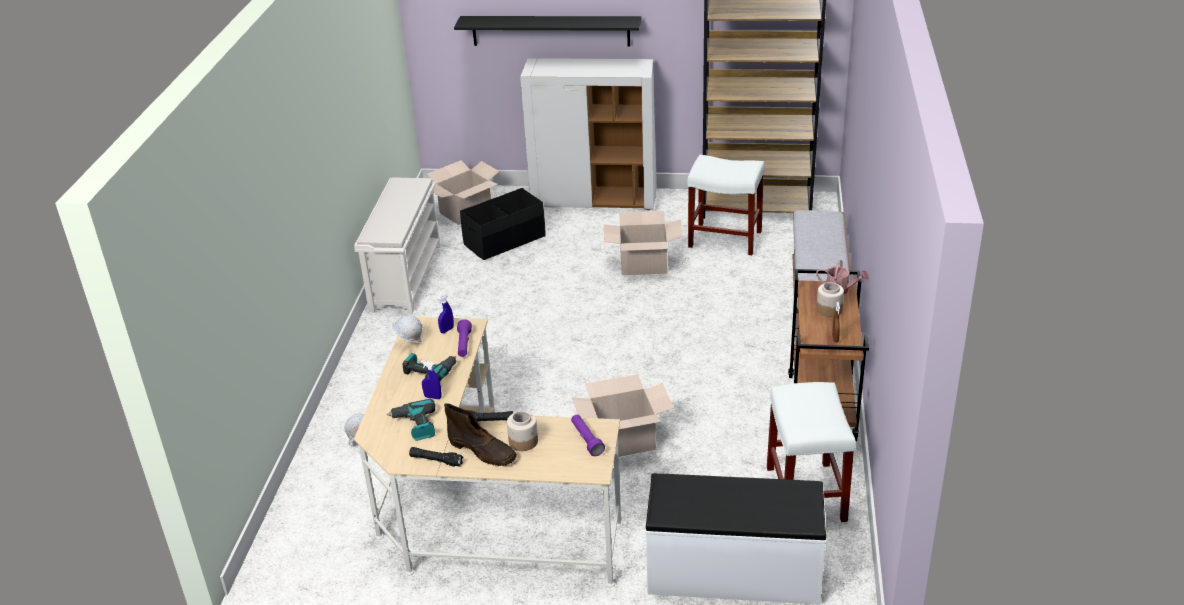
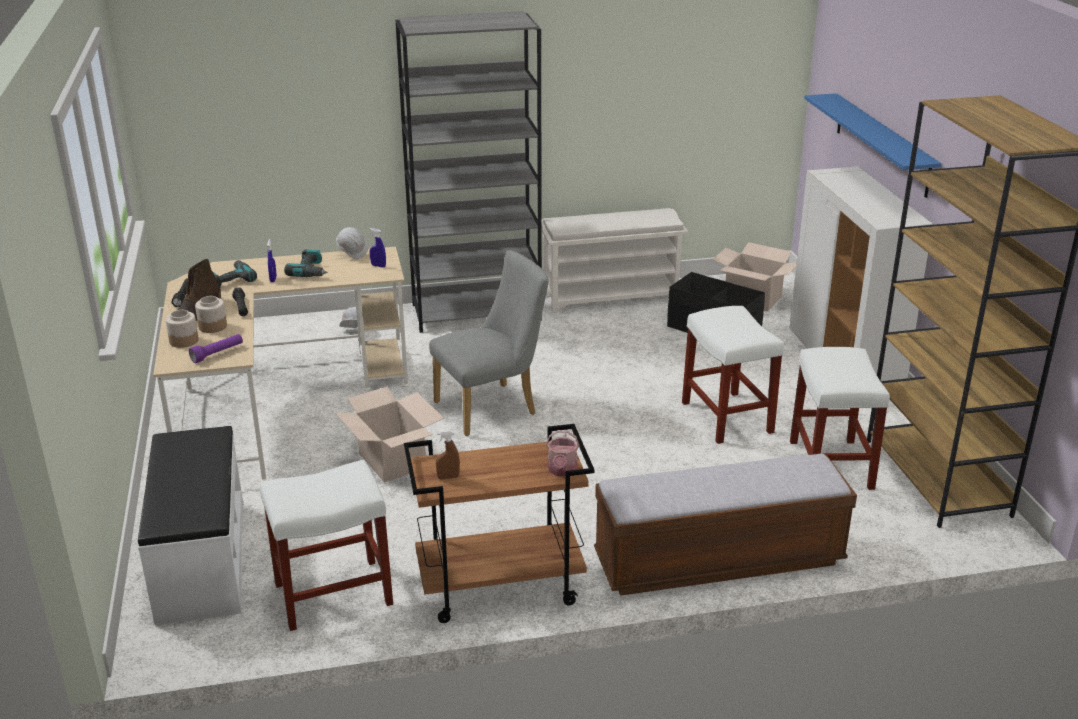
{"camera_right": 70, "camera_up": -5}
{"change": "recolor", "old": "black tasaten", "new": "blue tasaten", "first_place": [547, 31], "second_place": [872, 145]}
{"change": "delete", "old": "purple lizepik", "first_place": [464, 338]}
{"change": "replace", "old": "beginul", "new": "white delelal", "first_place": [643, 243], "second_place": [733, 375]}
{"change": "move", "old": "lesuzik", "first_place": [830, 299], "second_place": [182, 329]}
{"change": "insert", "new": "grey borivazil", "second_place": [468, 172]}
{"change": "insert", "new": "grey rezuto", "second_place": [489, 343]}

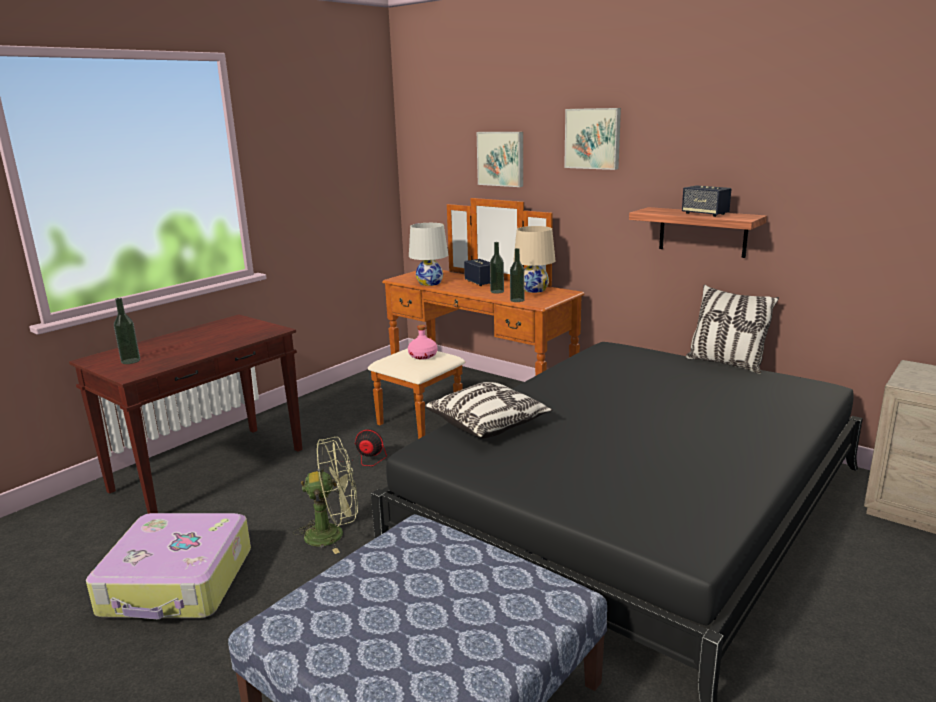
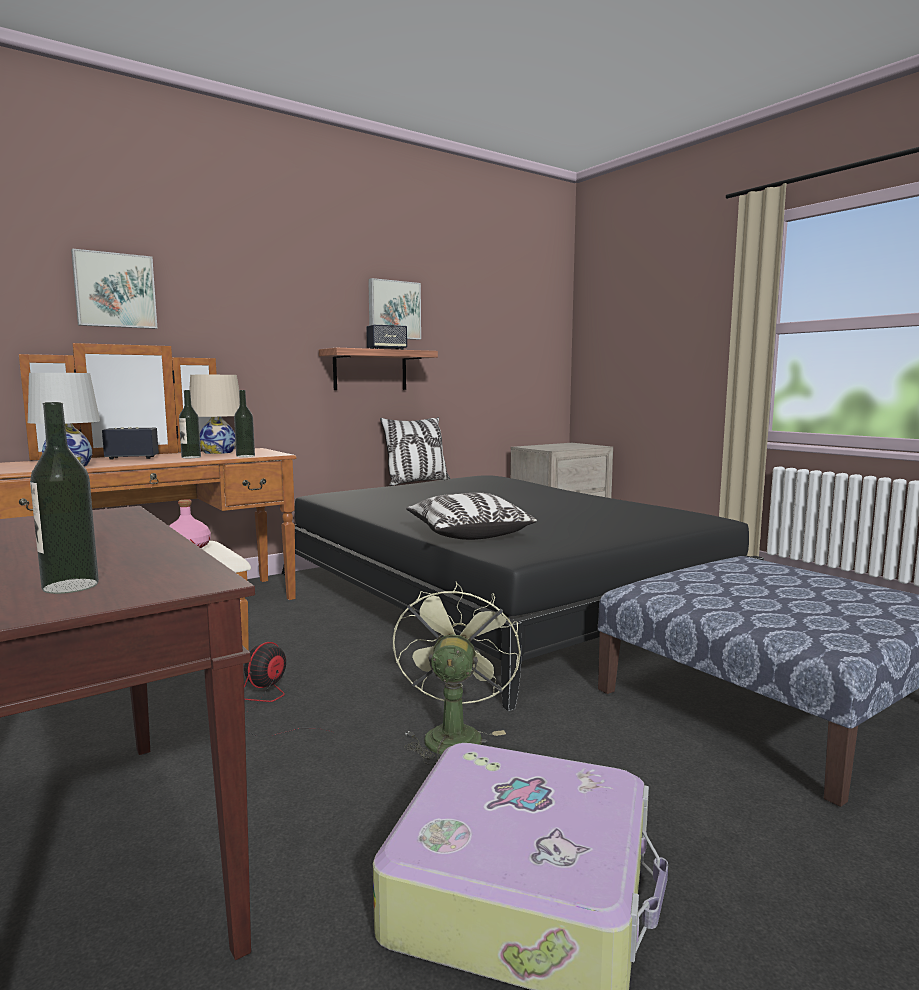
{"camera_right": -75, "camera_up": -10}
{"change": "move", "old": "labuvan", "first_place": [592, 139], "second_place": [394, 309]}

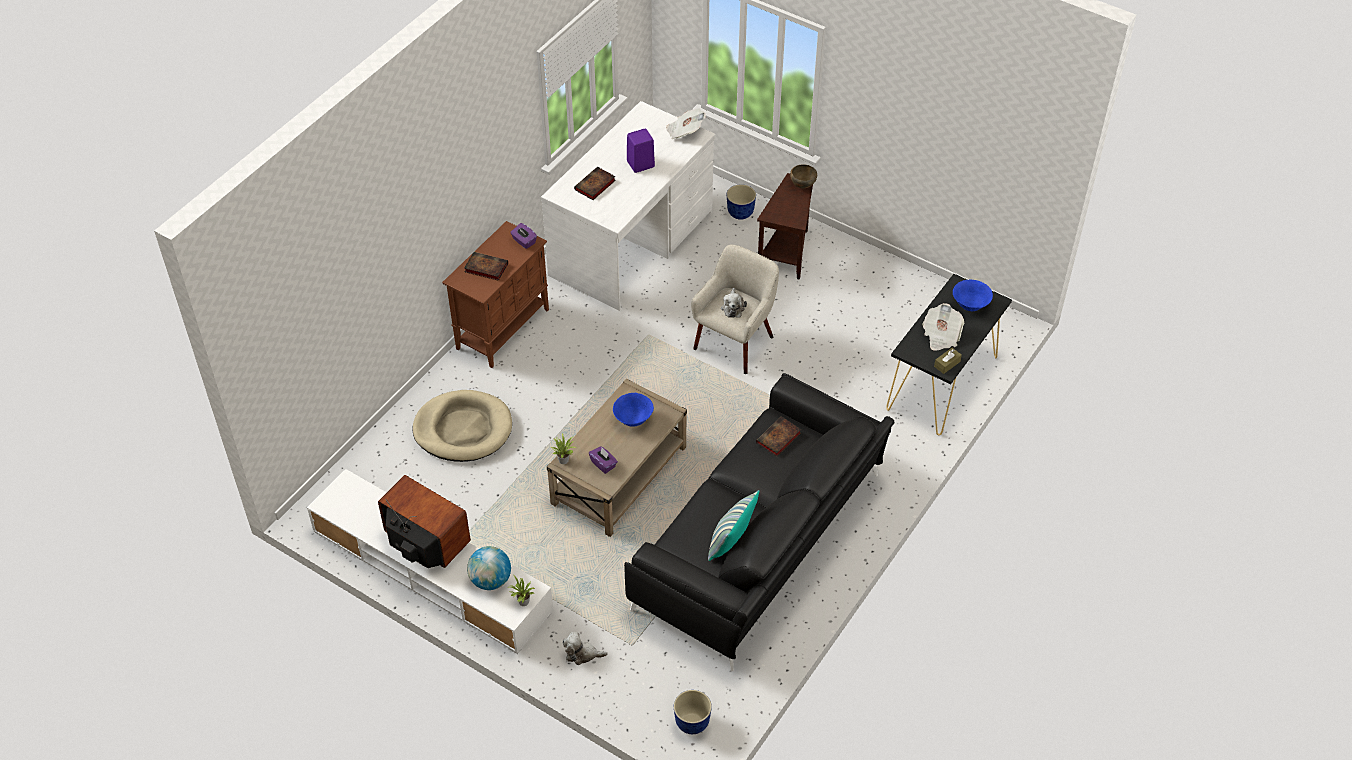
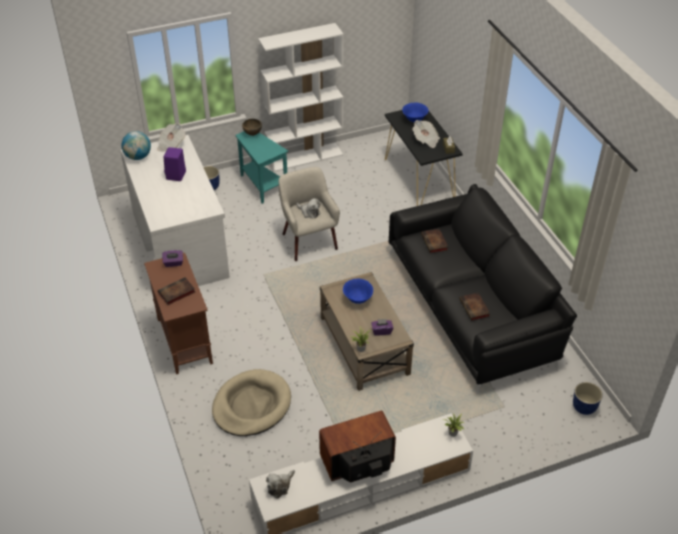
{"camera_right": -55, "camera_up": -5}
{"change": "move", "old": "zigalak", "first_place": [489, 568], "second_place": [136, 145]}
{"change": "move", "old": "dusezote", "first_place": [585, 648], "second_place": [280, 484]}
{"change": "move", "old": "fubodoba", "first_place": [595, 183], "second_place": [474, 307]}
{"change": "delete", "old": "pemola", "first_place": [733, 525]}
{"change": "recolor", "old": "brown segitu", "new": "turquoise segitu", "first_place": [785, 226], "second_place": [262, 167]}
{"change": "insert", "new": "white borivazil", "second_place": [301, 97]}

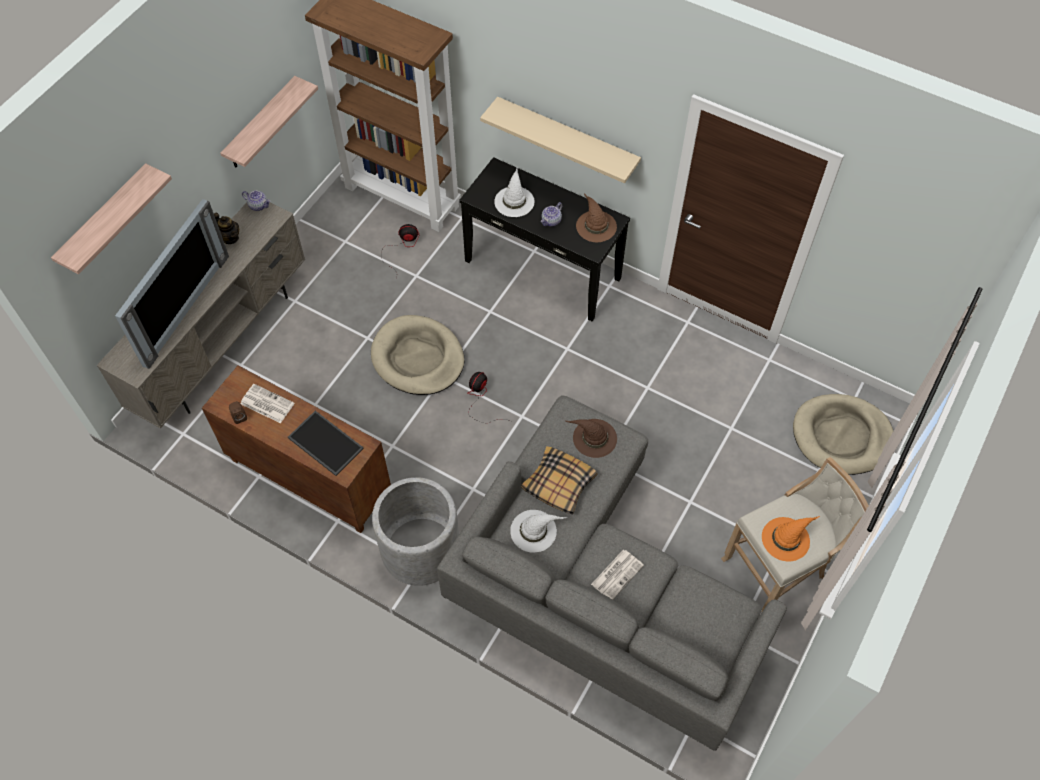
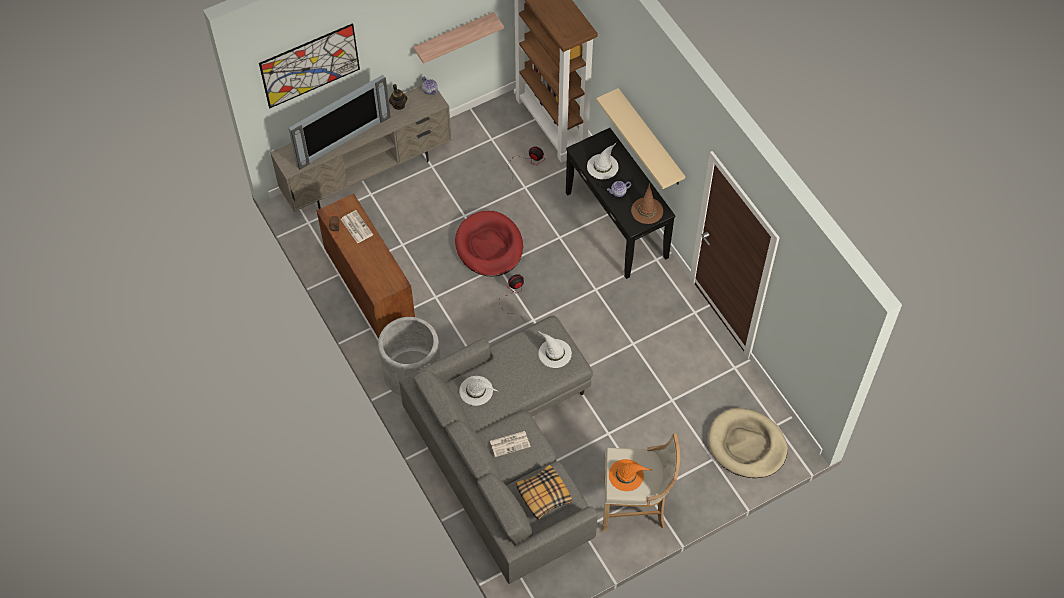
{"camera_right": 30, "camera_up": 0}
{"change": "replace", "old": "tasaten", "new": "labuvan", "first_place": [111, 218], "second_place": [309, 66]}
{"change": "delete", "old": "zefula", "first_place": [326, 443]}
{"change": "recolor", "old": "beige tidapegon", "new": "red tidapegon", "first_place": [417, 355], "second_place": [489, 244]}
{"change": "move", "old": "pemola", "first_place": [559, 480], "second_place": [544, 492]}
{"change": "recolor", "old": "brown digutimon", "new": "white digutimon", "first_place": [590, 438], "second_place": [555, 349]}

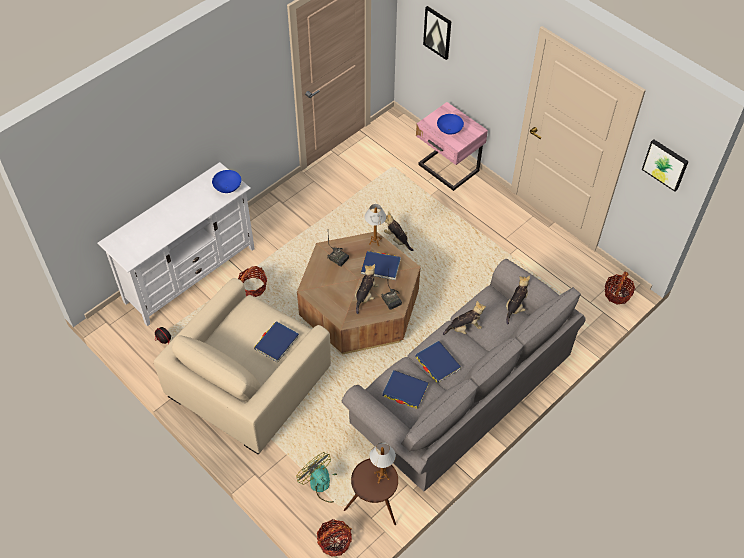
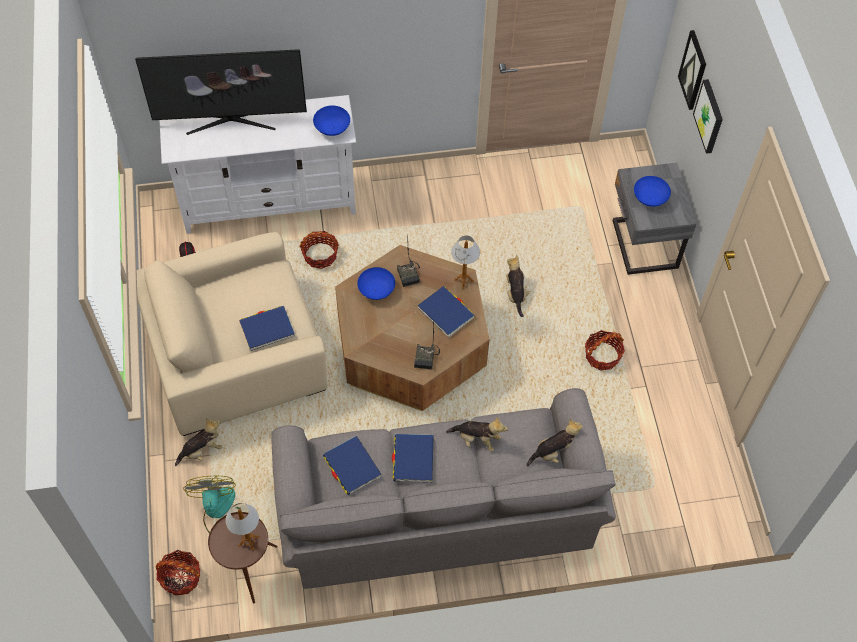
{"camera_right": 35, "camera_up": 5}
{"change": "move", "old": "dusezote", "first_place": [367, 289], "second_place": [198, 442]}
{"change": "recolor", "old": "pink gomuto", "new": "grey gomuto", "first_place": [452, 146], "second_place": [655, 219]}
{"change": "move", "old": "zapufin", "first_place": [620, 288], "second_place": [605, 350]}
{"change": "move", "old": "labuvan", "first_place": [665, 165], "second_place": [708, 116]}
{"change": "insert", "new": "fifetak", "second_place": [221, 92]}
{"change": "insert", "new": "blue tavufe", "second_place": [376, 283]}

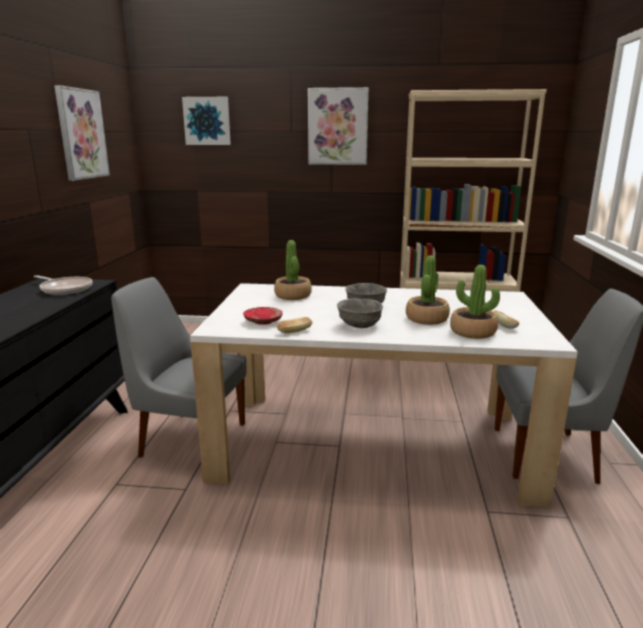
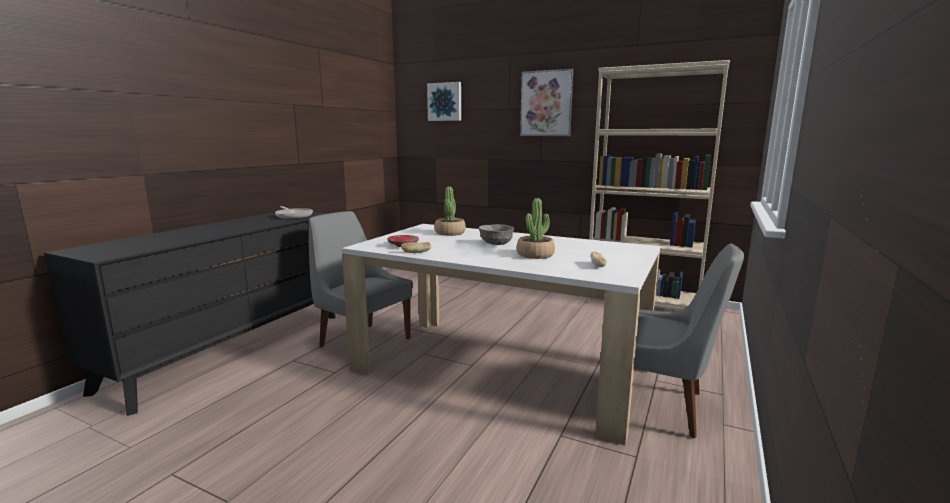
{"camera_right": 20, "camera_up": -5}
{"change": "delete", "old": "labuvan", "first_place": [82, 133]}
{"change": "delete", "old": "grey tavufe", "first_place": [360, 313]}
{"change": "delete", "old": "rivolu", "first_place": [475, 302]}

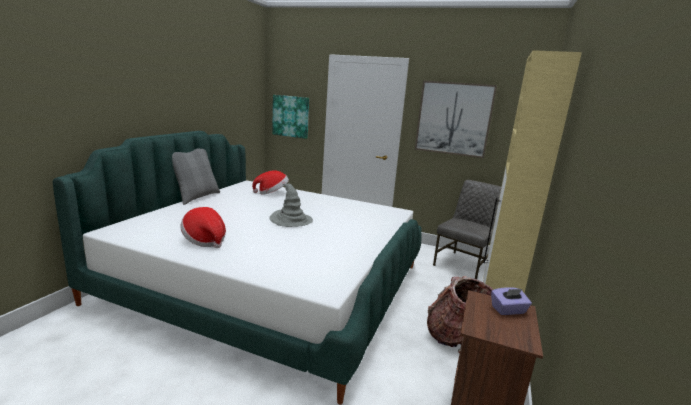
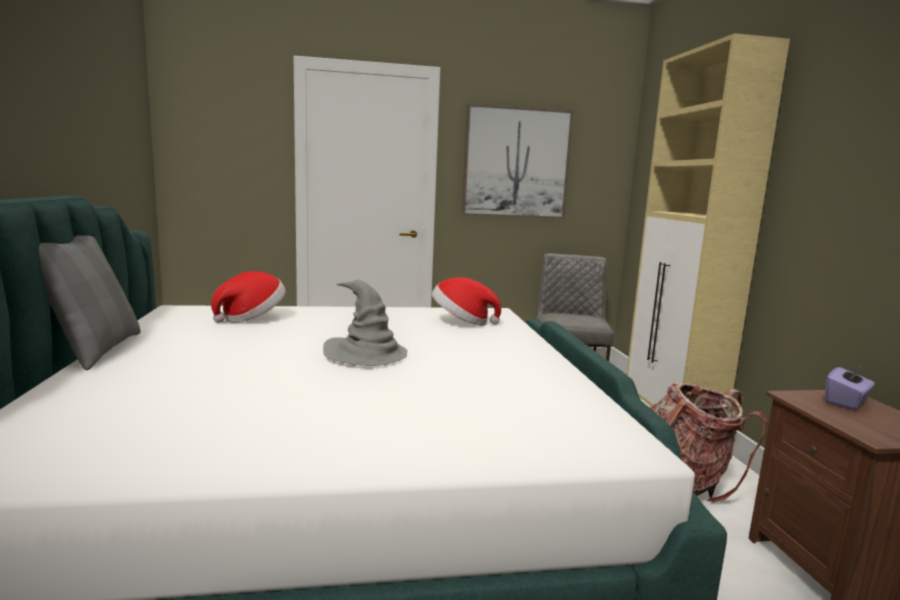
{"camera_right": -30, "camera_up": -5}
{"change": "move", "old": "digutimon", "first_place": [203, 227], "second_place": [466, 301]}
{"change": "delete", "old": "labuvan", "first_place": [290, 117]}

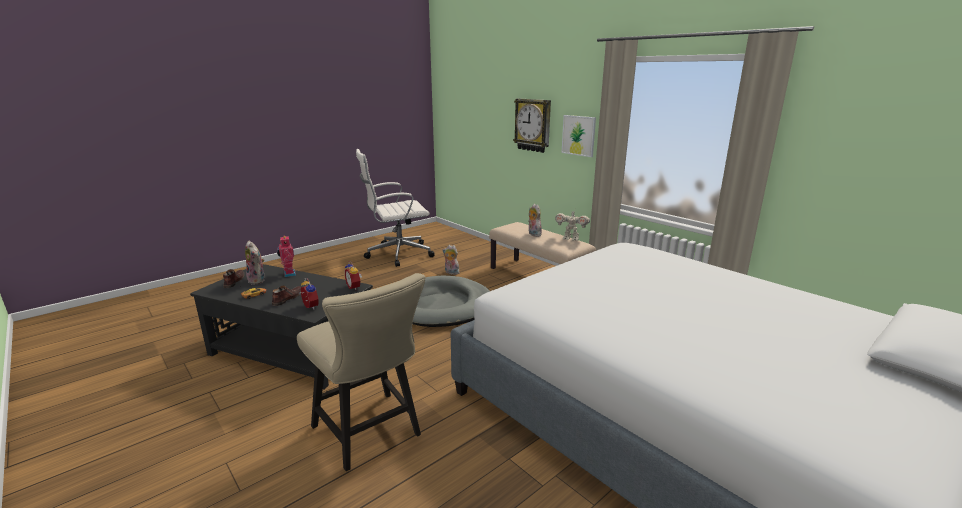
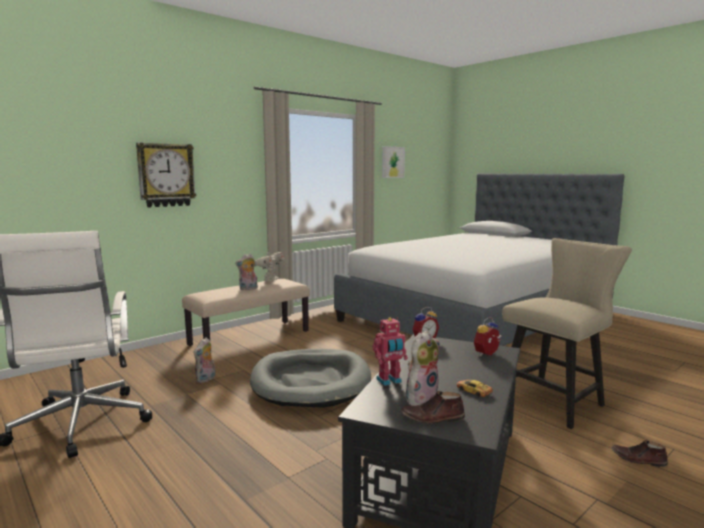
{"camera_right": -90, "camera_up": -10}
{"change": "move", "old": "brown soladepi", "first_place": [286, 295], "second_place": [640, 453]}
{"change": "move", "old": "labuvan", "first_place": [578, 136], "second_place": [393, 162]}

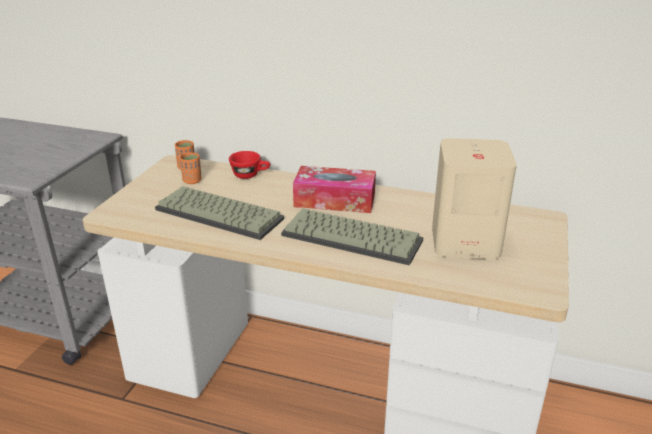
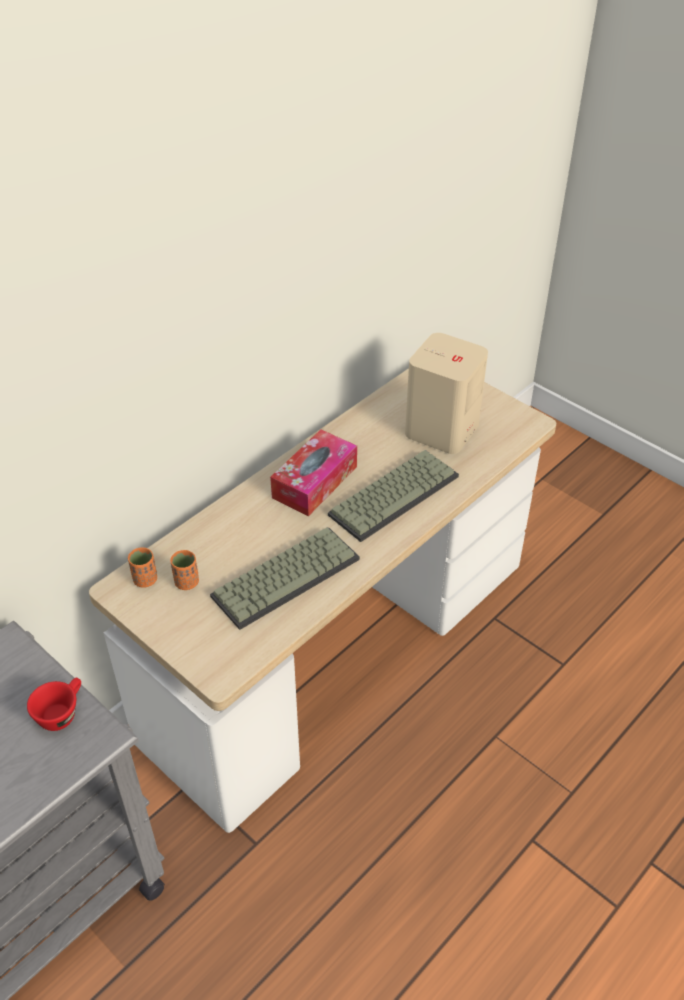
{"camera_right": -65, "camera_up": 15}
{"change": "move", "old": "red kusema", "first_place": [249, 165], "second_place": [54, 704]}

